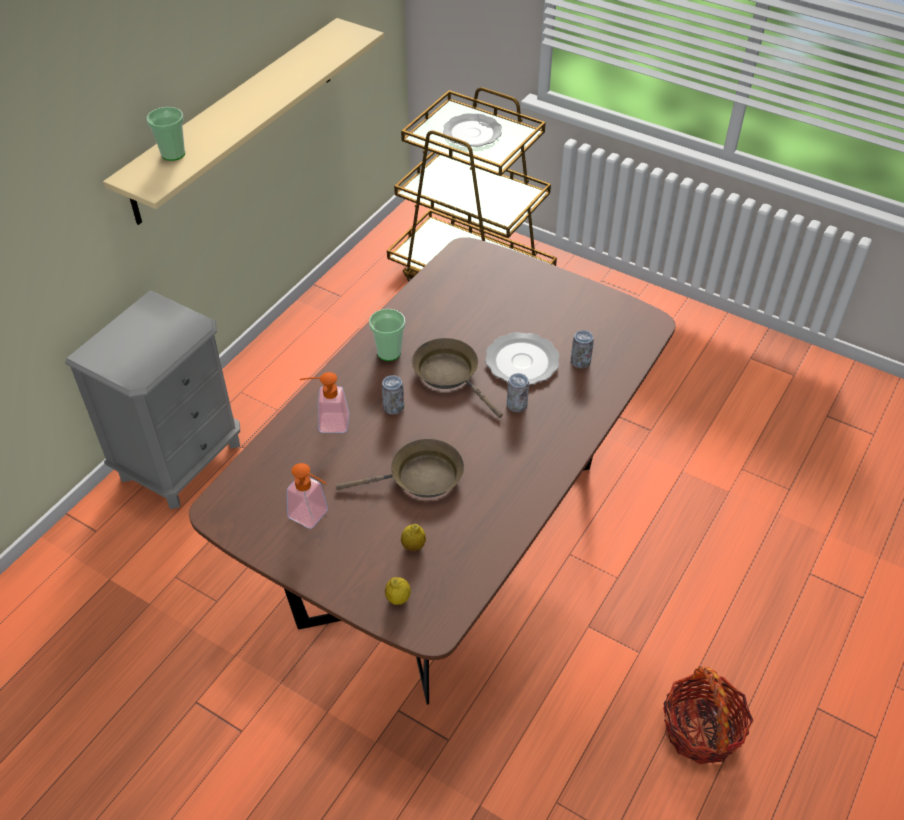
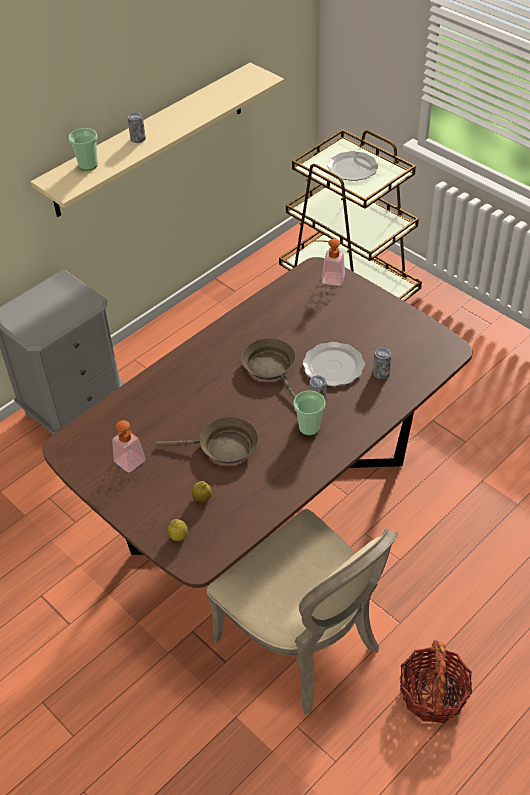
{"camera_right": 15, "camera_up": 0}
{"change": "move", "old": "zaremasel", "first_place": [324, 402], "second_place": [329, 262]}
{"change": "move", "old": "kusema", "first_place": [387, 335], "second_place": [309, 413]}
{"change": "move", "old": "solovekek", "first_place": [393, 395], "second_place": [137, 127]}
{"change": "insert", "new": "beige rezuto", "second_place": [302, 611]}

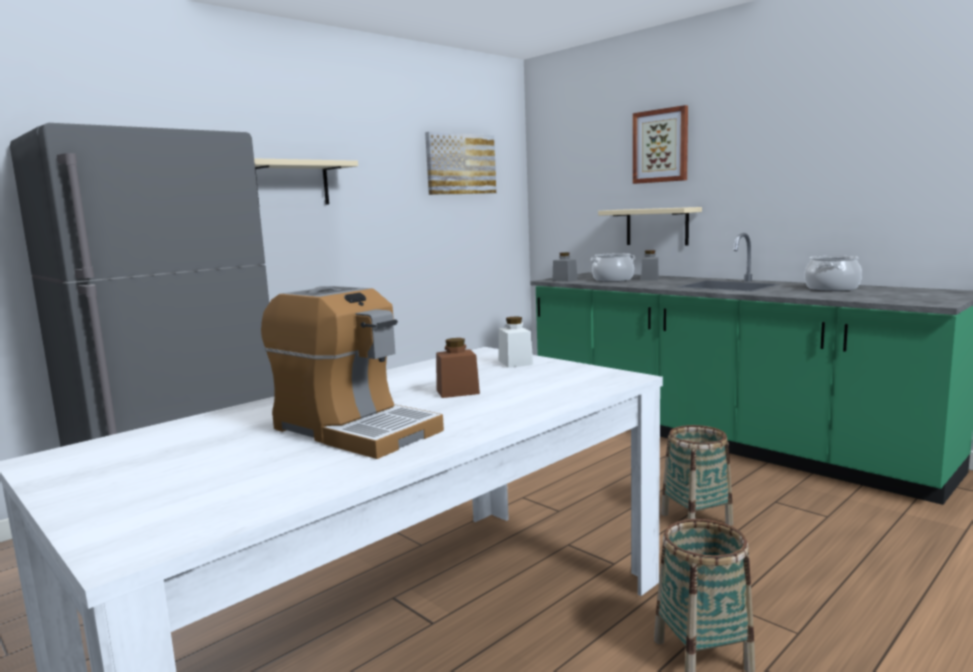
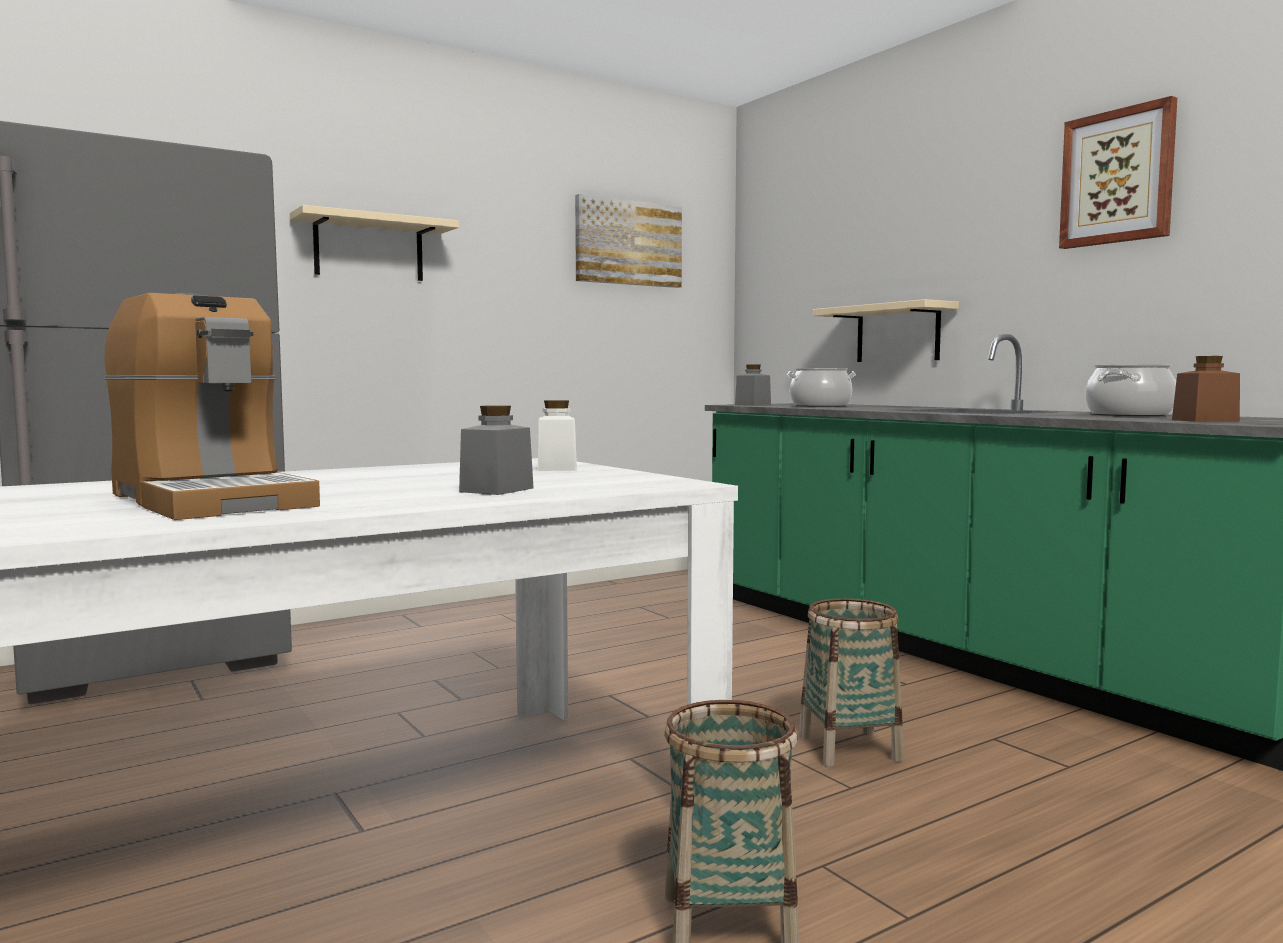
{"camera_right": 10, "camera_up": -5}
{"change": "move", "old": "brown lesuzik", "first_place": [458, 368], "second_place": [1206, 389]}
{"change": "move", "old": "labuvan", "first_place": [660, 144], "second_place": [1118, 172]}
{"change": "move", "old": "grey lesuzik", "first_place": [650, 265], "second_place": [496, 450]}

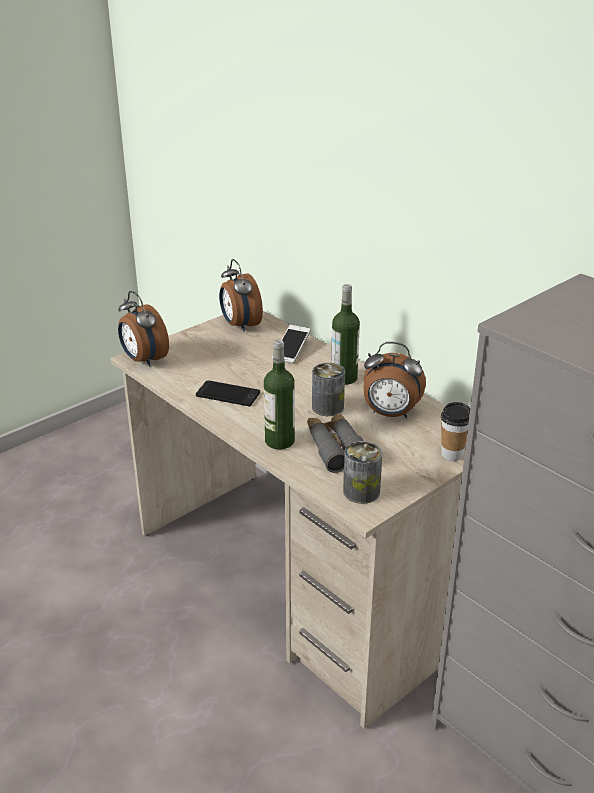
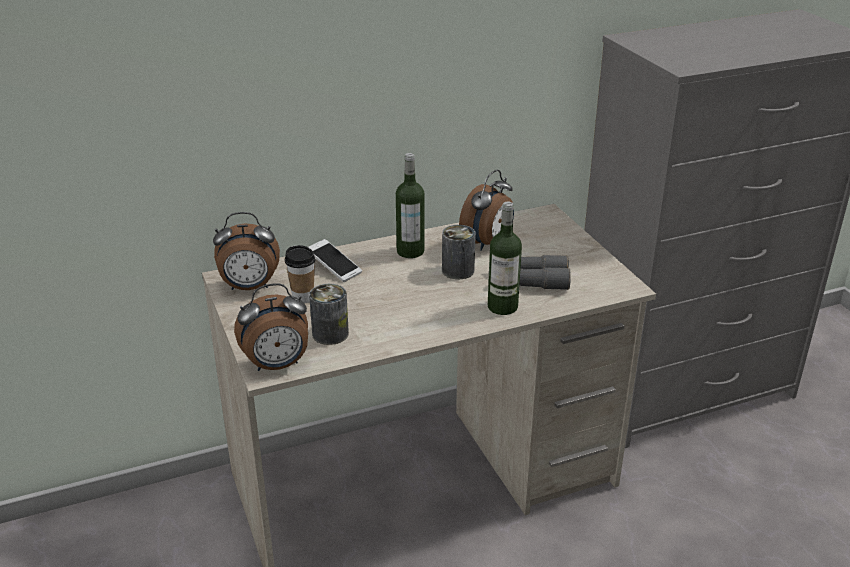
{"camera_right": -70, "camera_up": 0}
{"change": "delete", "old": "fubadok", "first_place": [228, 393]}
{"change": "move", "old": "solovekek", "first_place": [363, 472], "second_place": [329, 314]}
{"change": "move", "old": "kusema", "first_place": [455, 431], "second_place": [300, 274]}

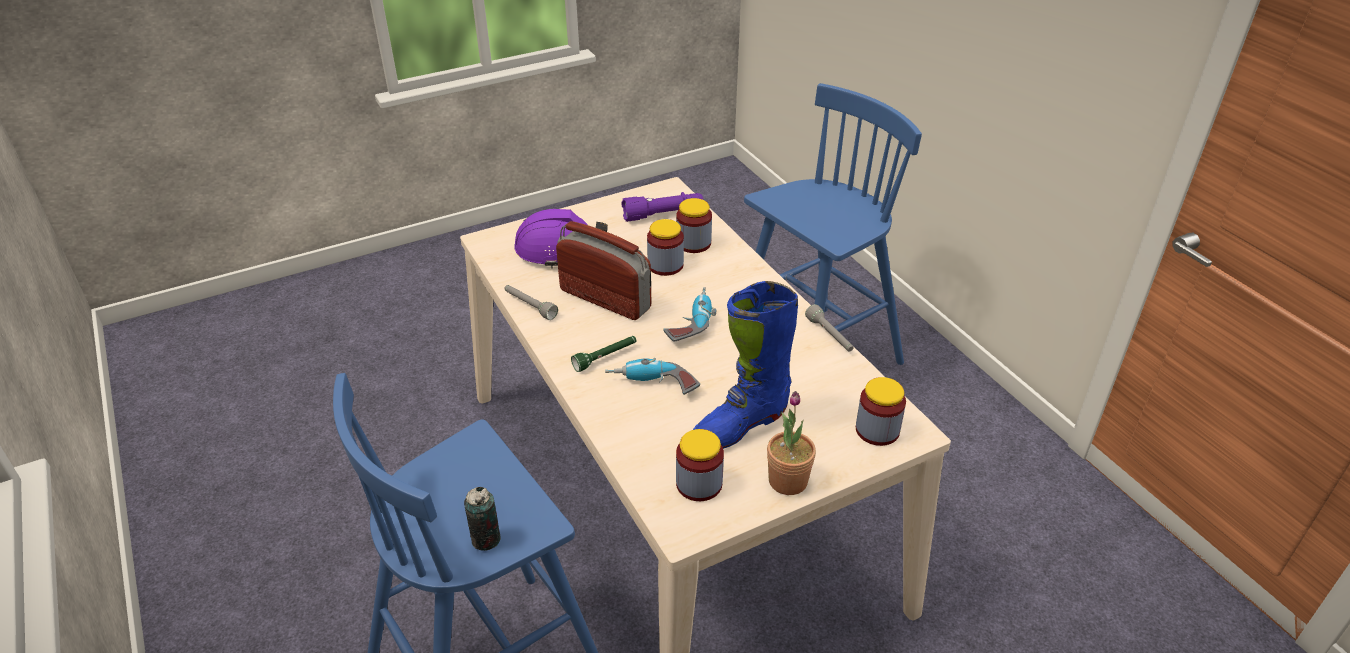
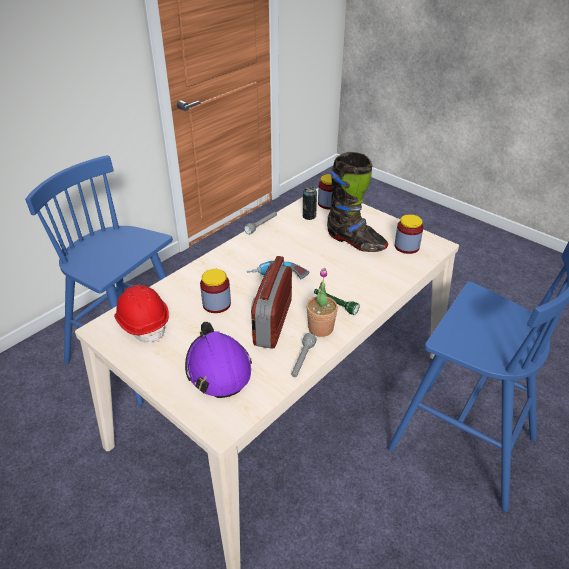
{"camera_right": -110, "camera_up": 0}
{"change": "move", "old": "solovekek", "first_place": [482, 519], "second_place": [310, 203]}
{"change": "delete", "old": "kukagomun", "first_place": [652, 376]}
{"change": "replace", "old": "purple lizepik", "new": "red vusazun", "first_place": [662, 207], "second_place": [141, 314]}
{"change": "delete", "old": "lesuzik", "first_place": [694, 225]}
{"change": "recolor", "old": "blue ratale", "new": "black ratale", "first_place": [745, 365], "second_place": [357, 202]}
{"change": "move", "old": "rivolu", "first_place": [791, 443], "second_place": [322, 302]}

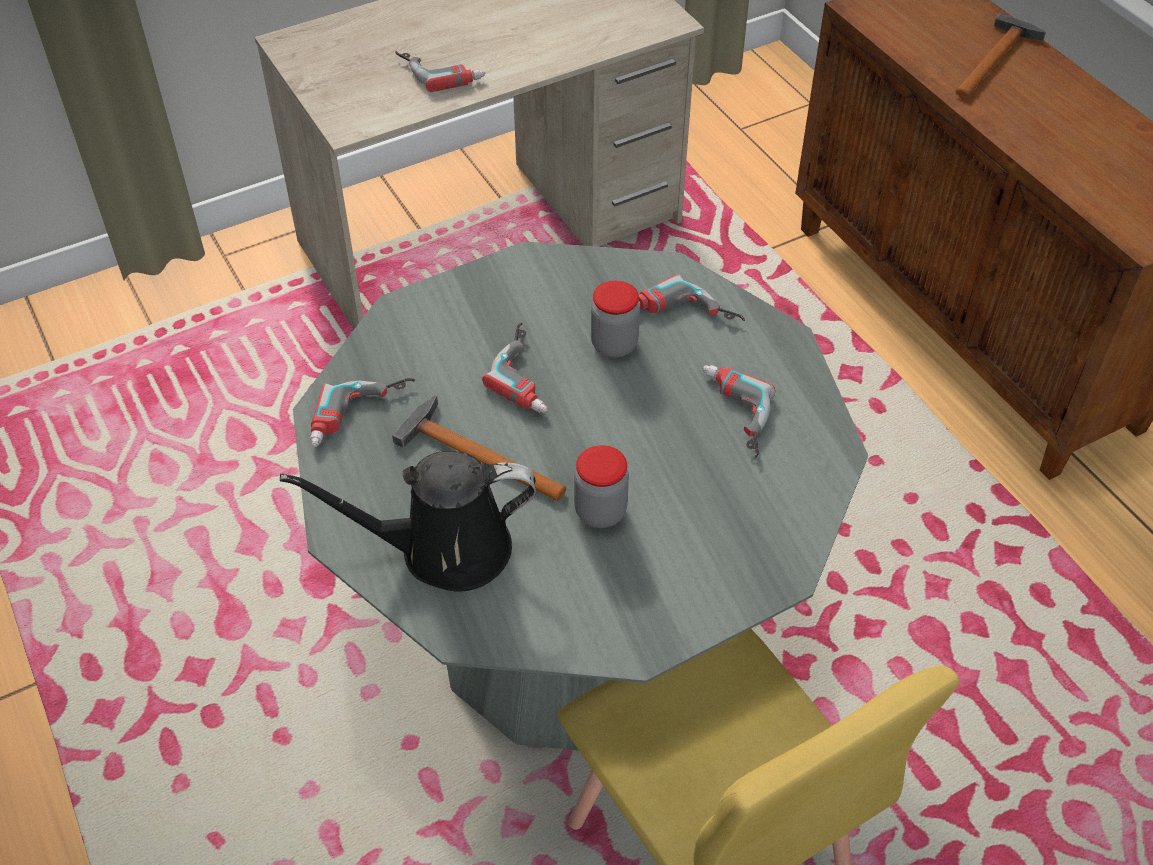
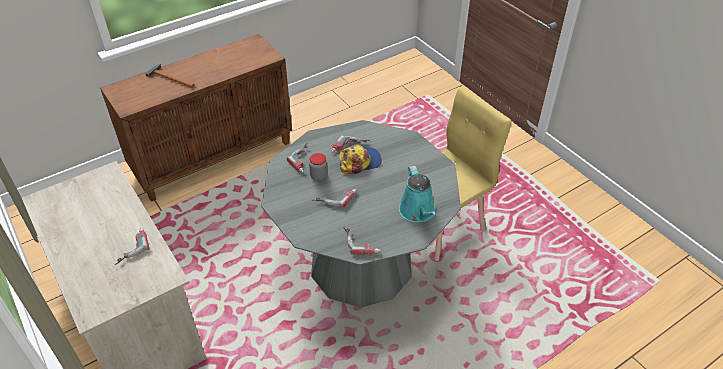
{"camera_right": -95, "camera_up": -5}
{"change": "recolor", "old": "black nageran", "new": "turquoise nageran", "first_place": [408, 521], "second_place": [418, 194]}
{"change": "delete", "old": "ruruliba", "first_place": [479, 448]}
{"change": "delete", "old": "lesuzik", "first_place": [601, 486]}
{"change": "insert", "new": "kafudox", "second_place": [360, 159]}

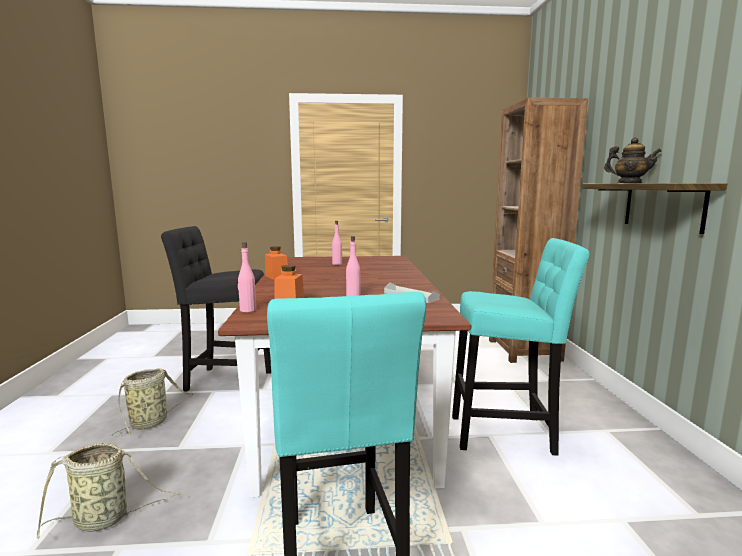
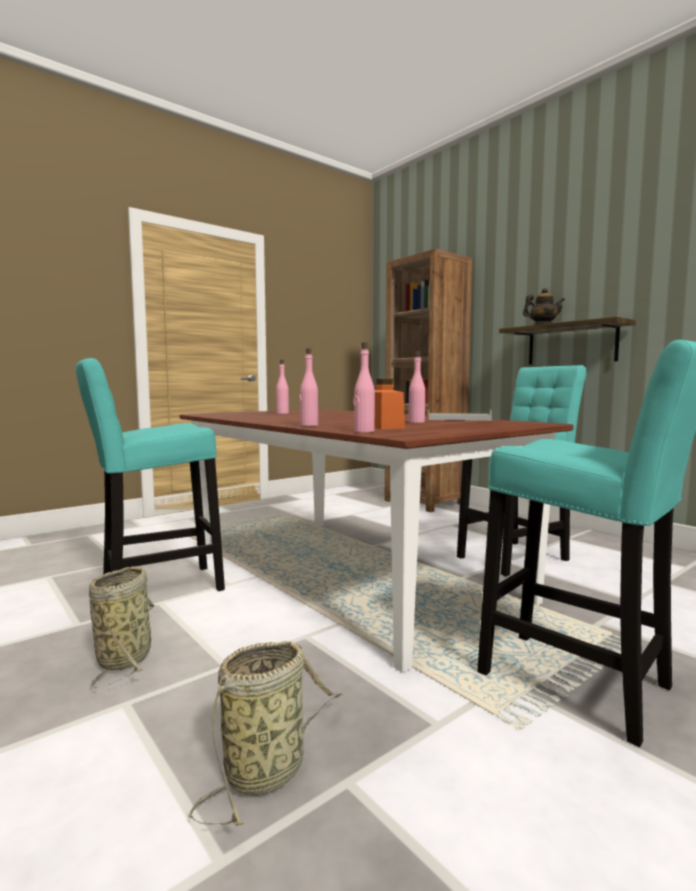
{"camera_right": -35, "camera_up": -5}
{"change": "recolor", "old": "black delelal", "new": "turquoise delelal", "first_place": [216, 308], "second_place": [150, 474]}
{"change": "delete", "old": "orange lesuzik", "first_place": [276, 263]}
{"change": "insert", "new": "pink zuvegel", "second_place": [308, 387]}

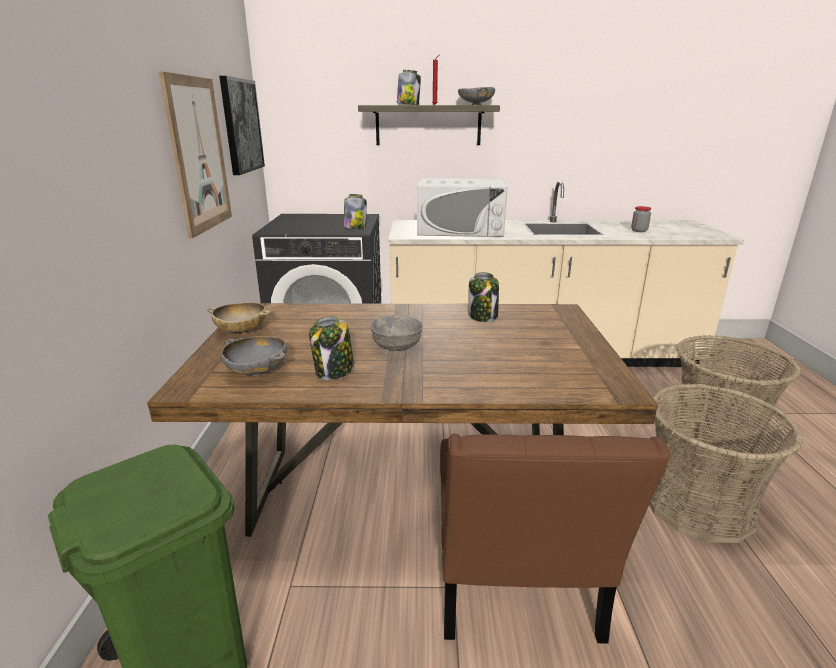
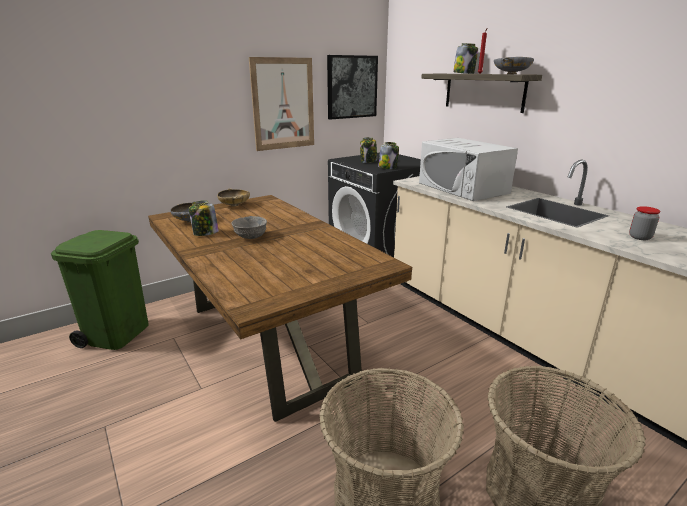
{"camera_right": 55, "camera_up": 0}
{"change": "delete", "old": "brown rezuto", "first_place": [555, 538]}
{"change": "move", "old": "lesuzik", "first_place": [483, 297], "second_place": [368, 150]}

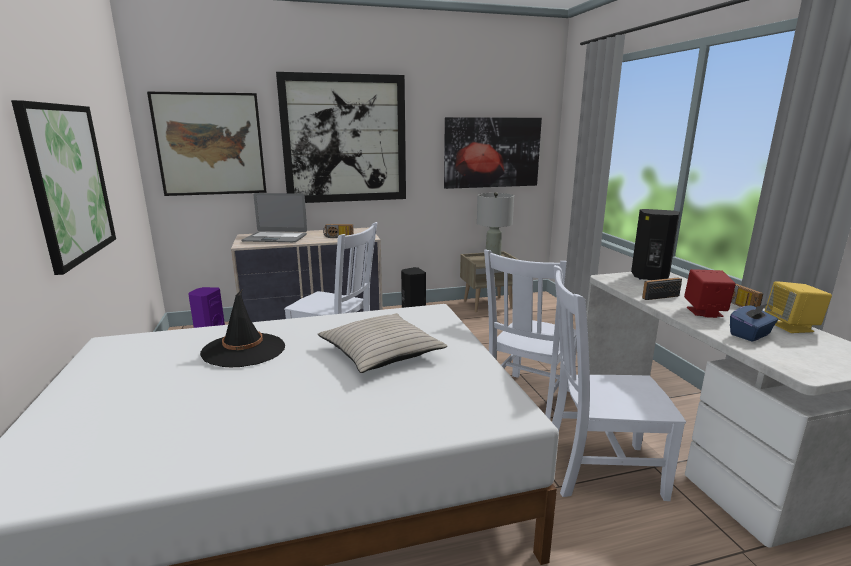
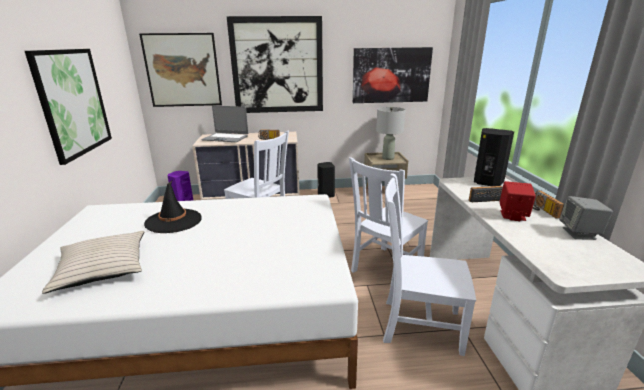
{"camera_right": 10, "camera_up": 5}
{"change": "move", "old": "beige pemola", "first_place": [382, 343], "second_place": [93, 262]}
{"change": "delete", "old": "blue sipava", "first_place": [754, 323]}
{"change": "recolor", "old": "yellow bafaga", "new": "grey bafaga", "first_place": [798, 307], "second_place": [586, 218]}

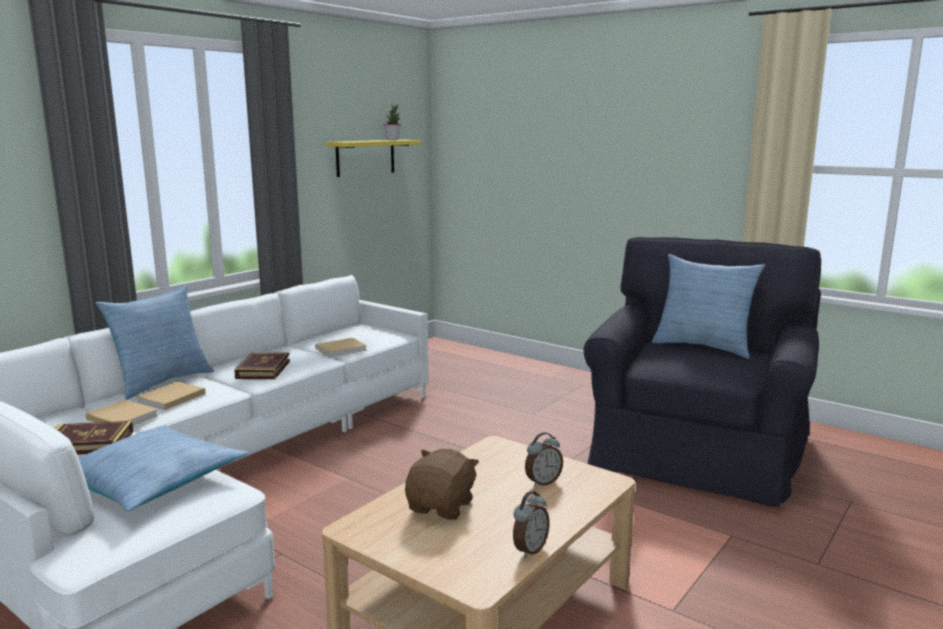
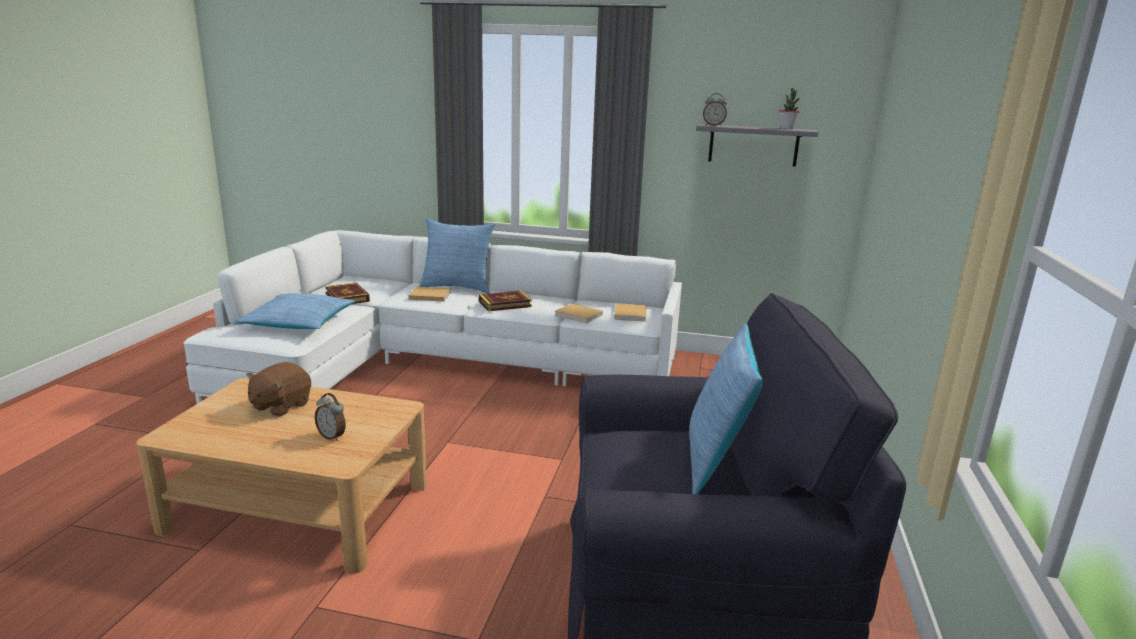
{"camera_right": 65, "camera_up": 5}
{"change": "move", "old": "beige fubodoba", "first_place": [121, 412], "second_place": [630, 312]}
{"change": "recolor", "old": "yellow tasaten", "new": "grey tasaten", "first_place": [374, 158], "second_place": [757, 145]}
{"change": "rotate", "old": "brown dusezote", "first_place": [442, 484], "second_place": [278, 389], "degrees": 120}
{"change": "move", "old": "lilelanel", "first_place": [531, 524], "second_place": [715, 109]}

